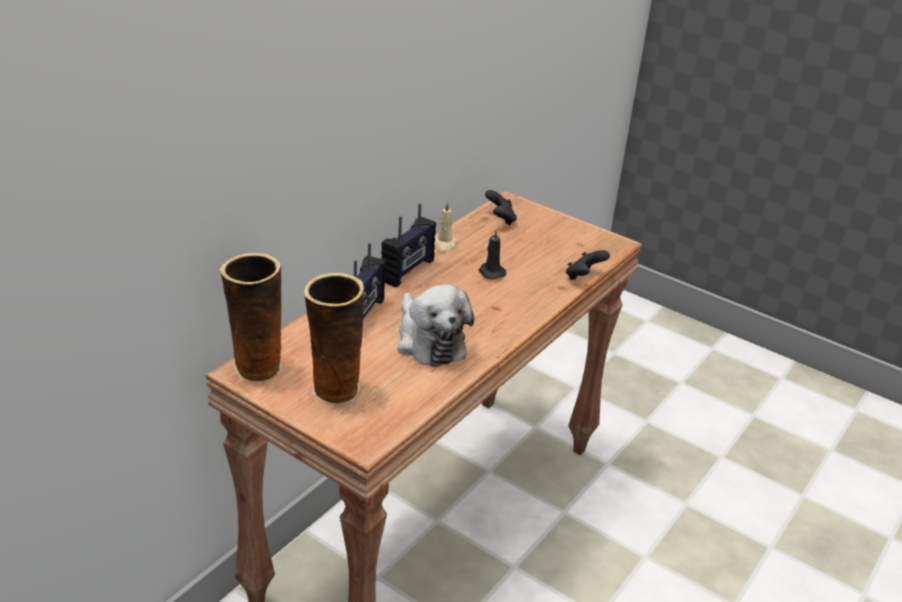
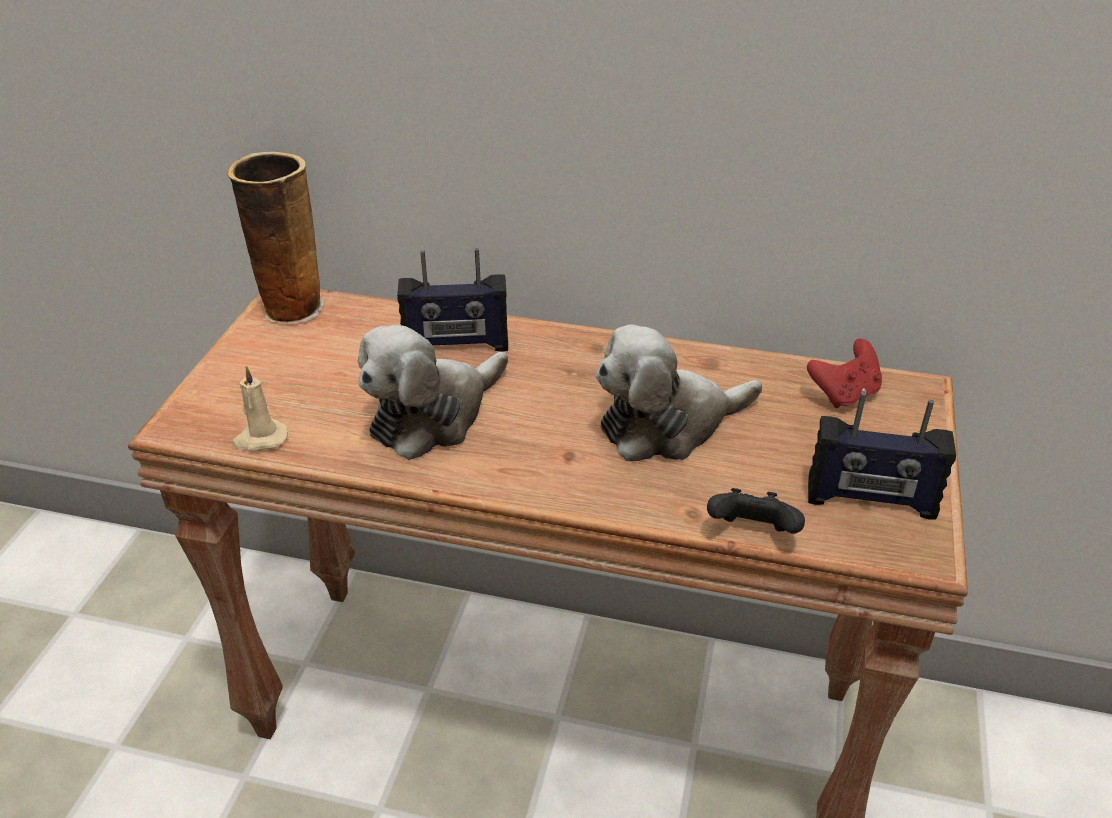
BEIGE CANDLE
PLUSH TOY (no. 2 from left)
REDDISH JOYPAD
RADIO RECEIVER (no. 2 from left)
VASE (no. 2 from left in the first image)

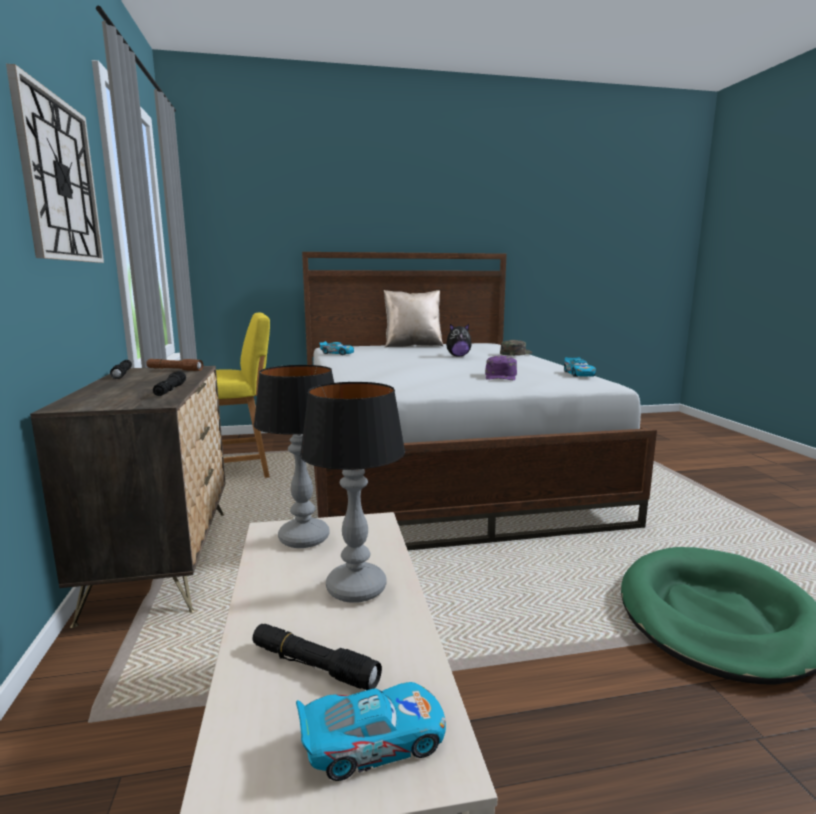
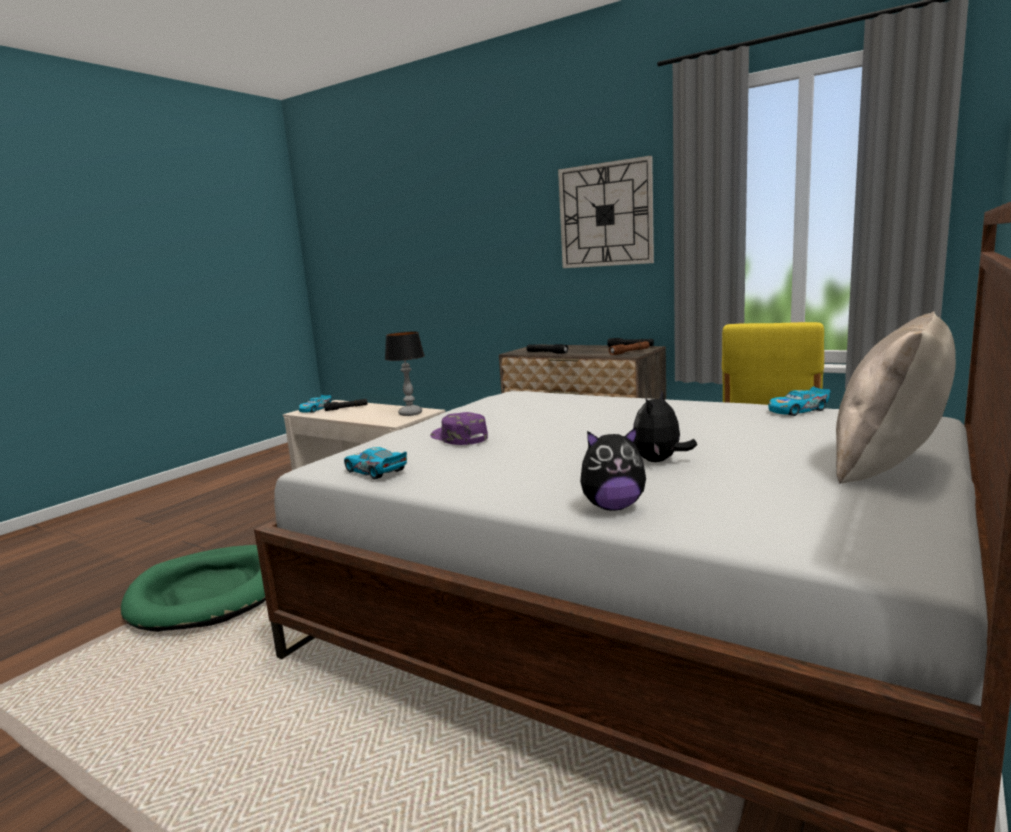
PLUSH TOY (no. 1 from left)
TABLETOP LAMP (no. 2 from left in the first image)

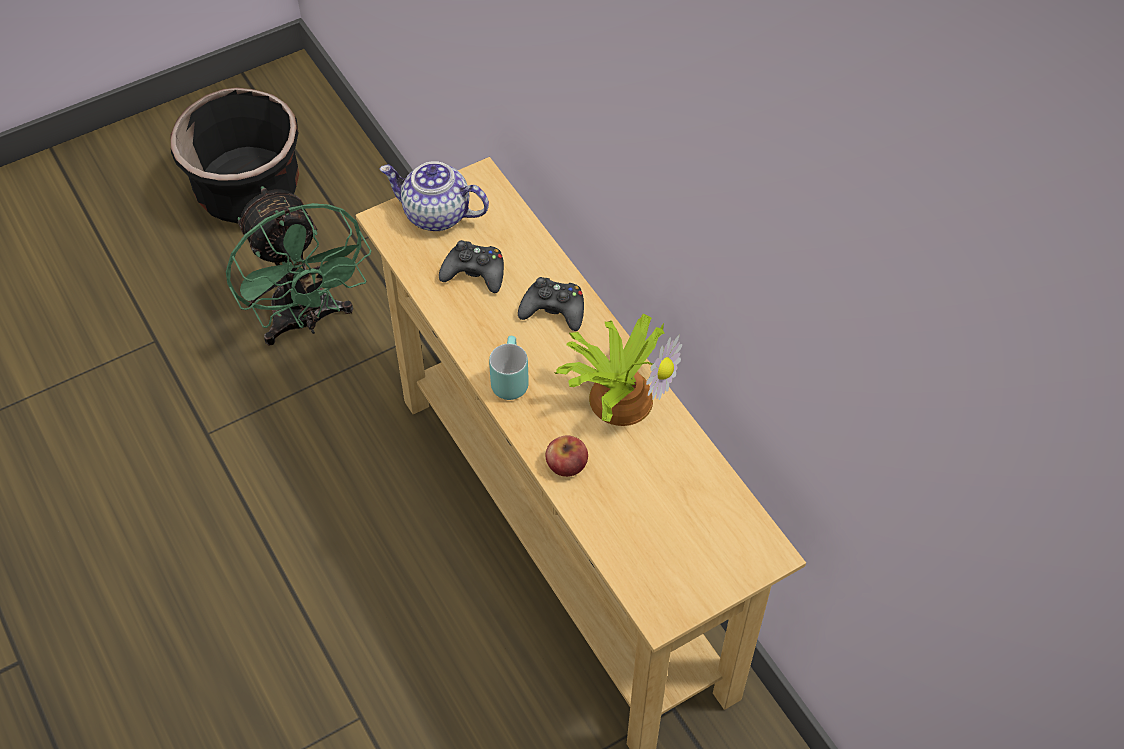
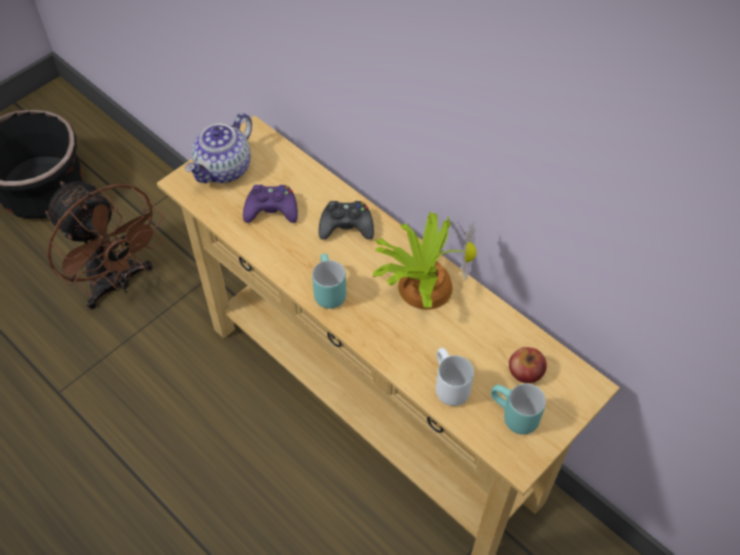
BROWN COOLING FAN
TEAPOT
PURPLE JOYPAD
WHITE MUG
TURQUOISE-COLOURED MUG (no. 2 from left)
APPLE

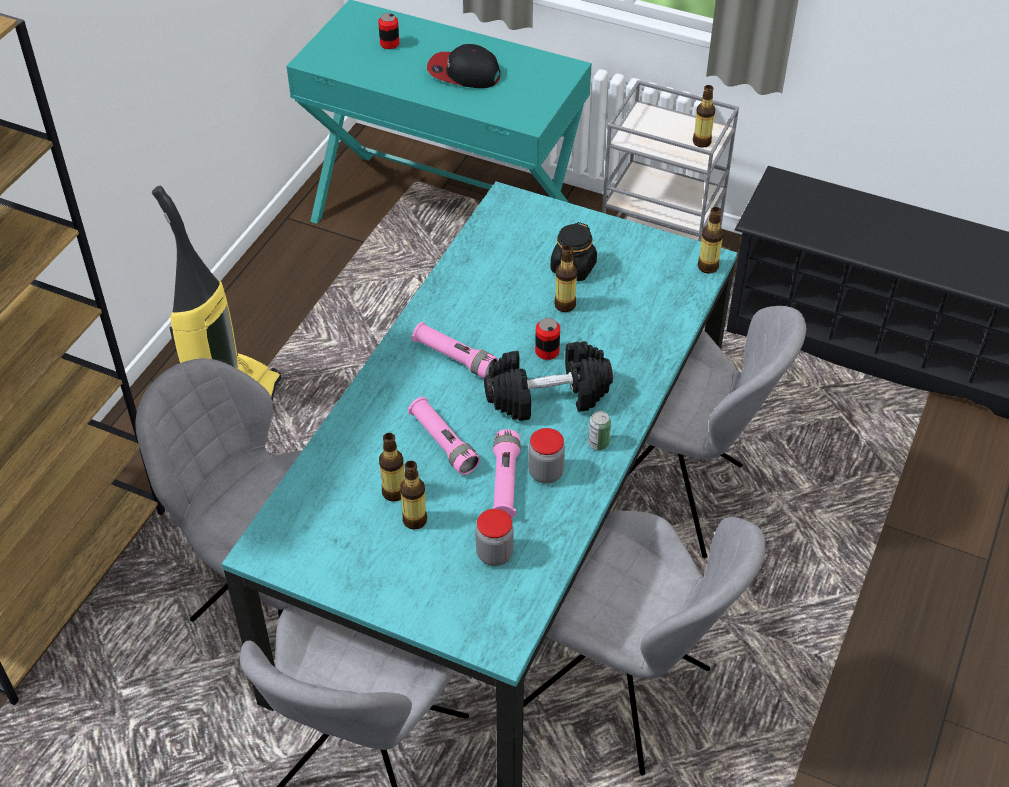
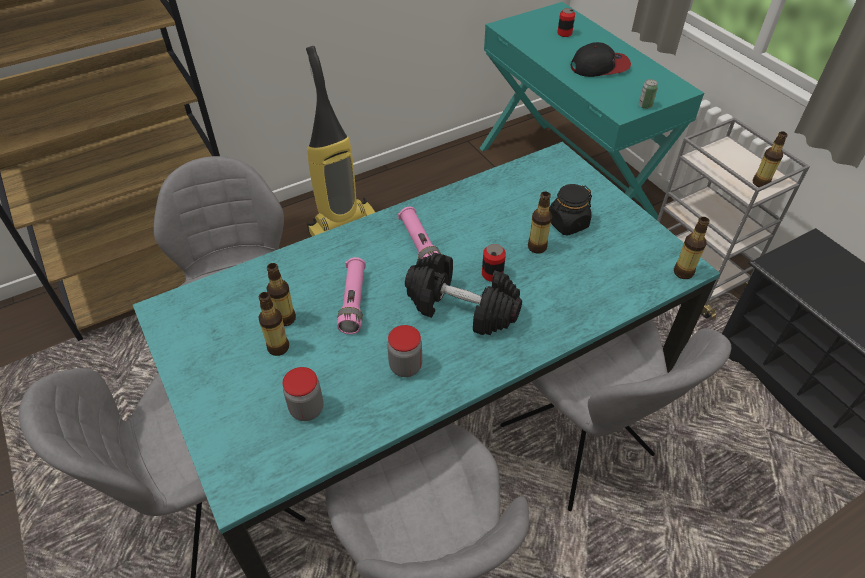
PEAKED CAP
CAN (no. 3 from left)
PINKISH HAND TORCH (no. 3 from left in the first image)

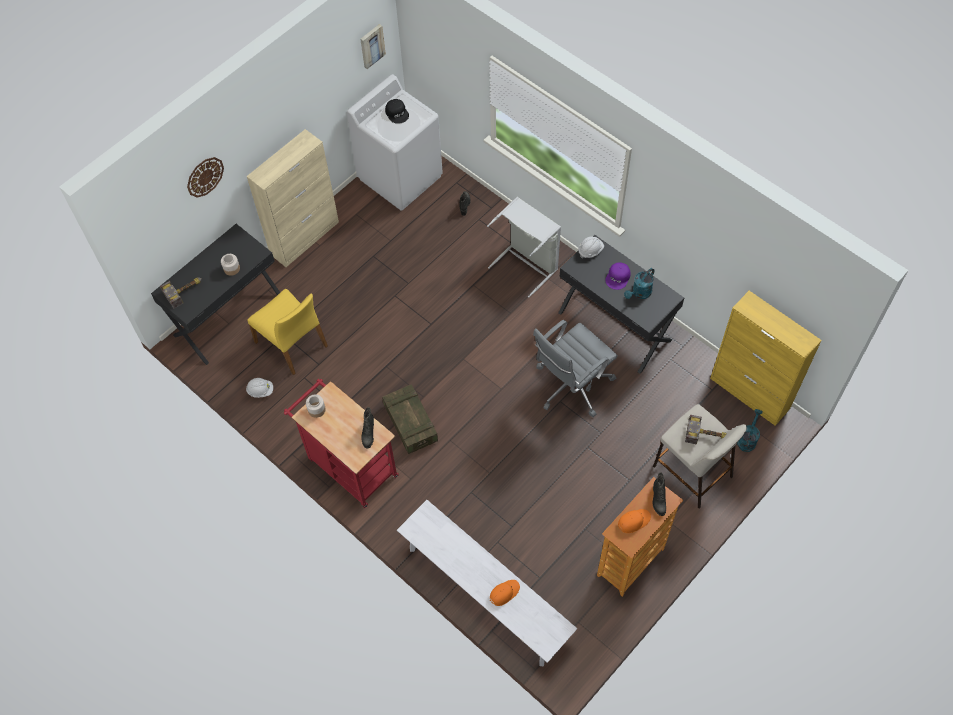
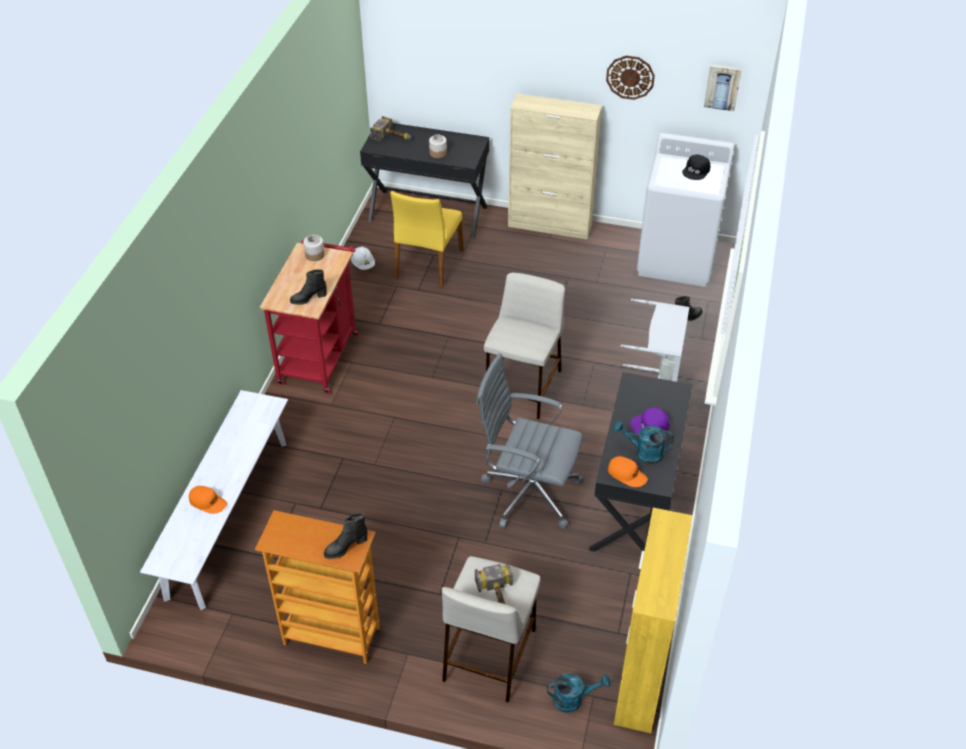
BEIGE SITTING STOOL (no. 2 from left)
HANGING CLOCK
ORANGEY PEAKED CAP (no. 2 from left)
PACKING CRATE
WHITE SAFETY HELMET (no. 2 from left in the first image)

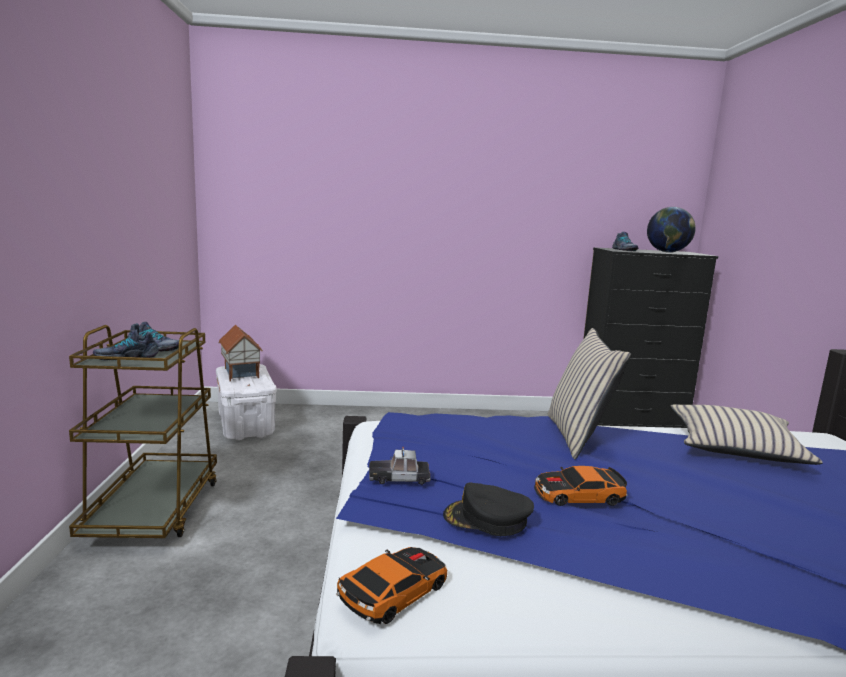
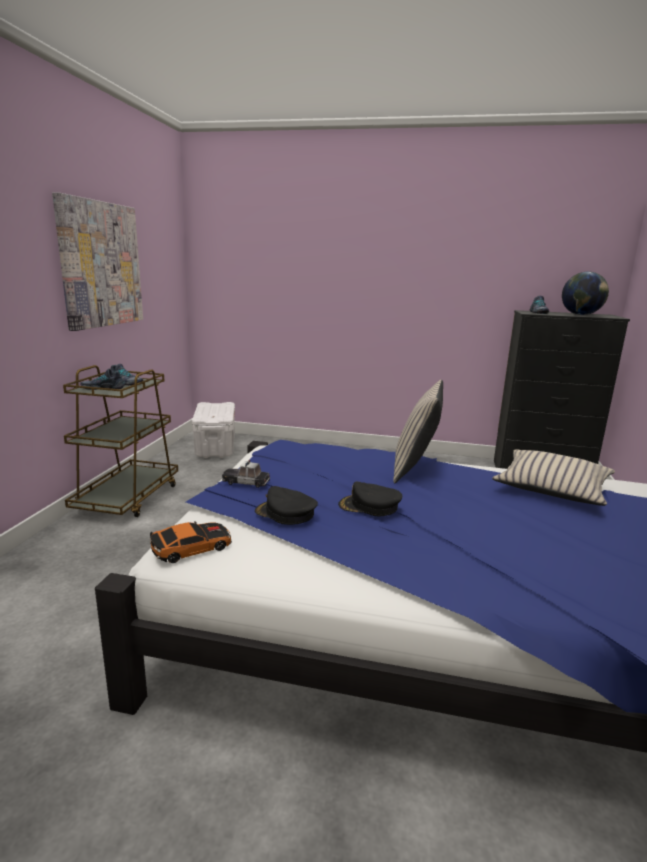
PICTURE
BLACK-COLOURED PEAKED CAP (no. 2 from left)
MODEL HOUSE

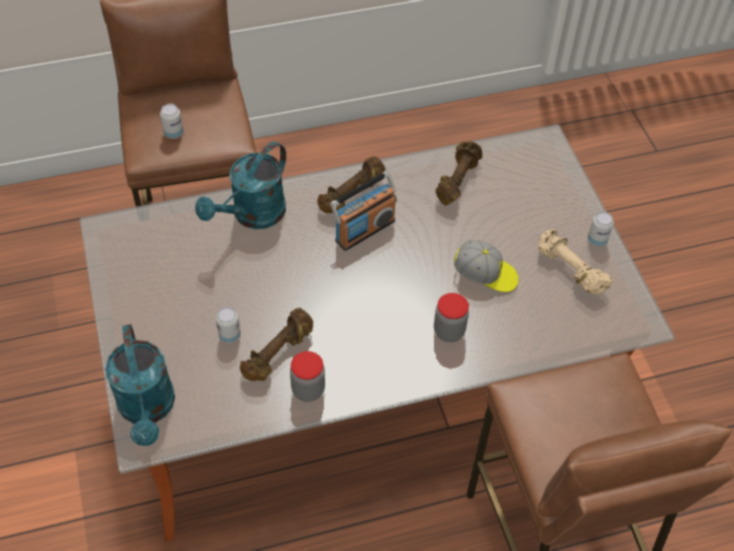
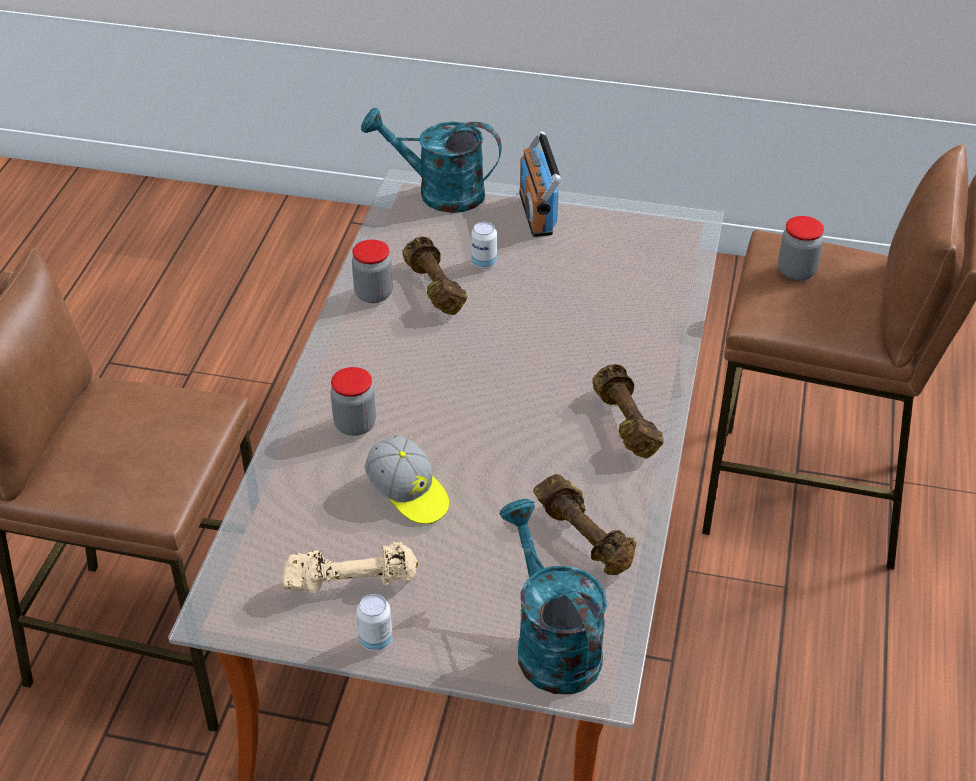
PEAKED CAP
TURQUOISE-COLOURED SPRINKLING CAN (no. 2 from left)
RADIO RECEIVER
PRESERVE JAR (no. 3 from left)

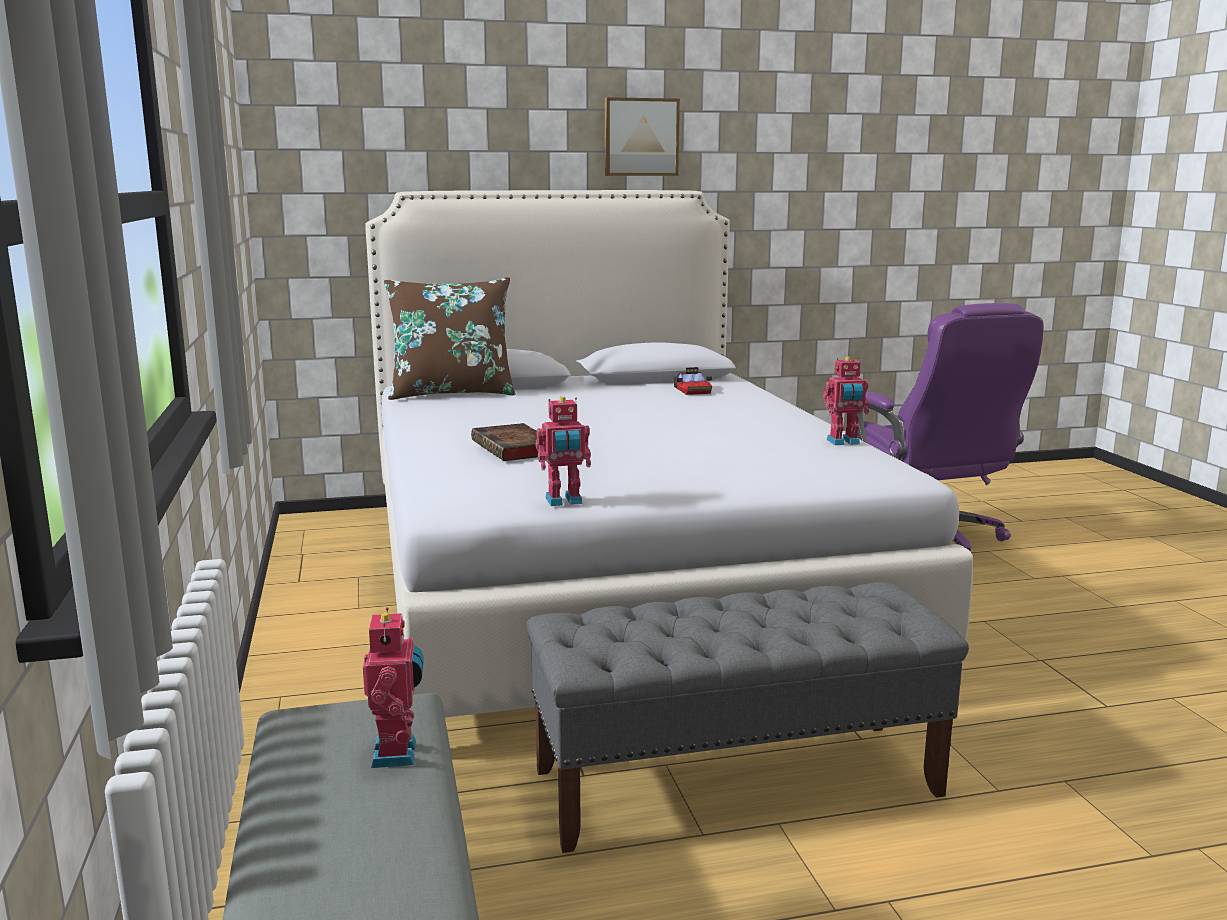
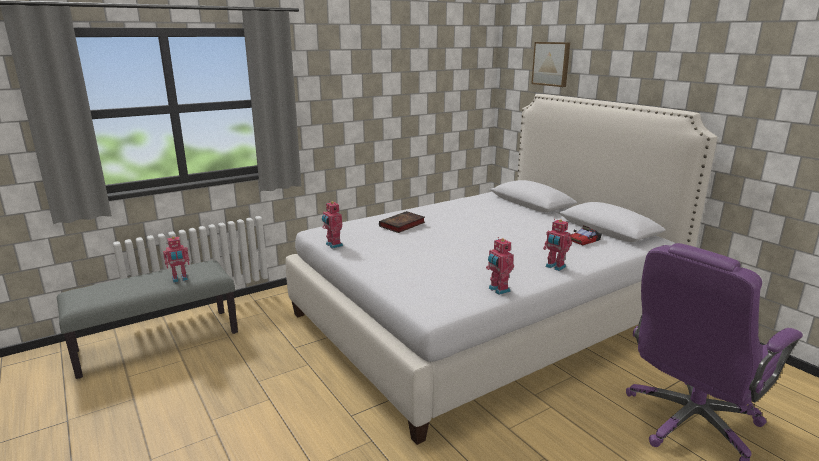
PICTURE
MODEL ROBOT (no. 4 from left)
BROWN CUSHION
GREY LONG SEAT (no. 2 from left in the first image)

